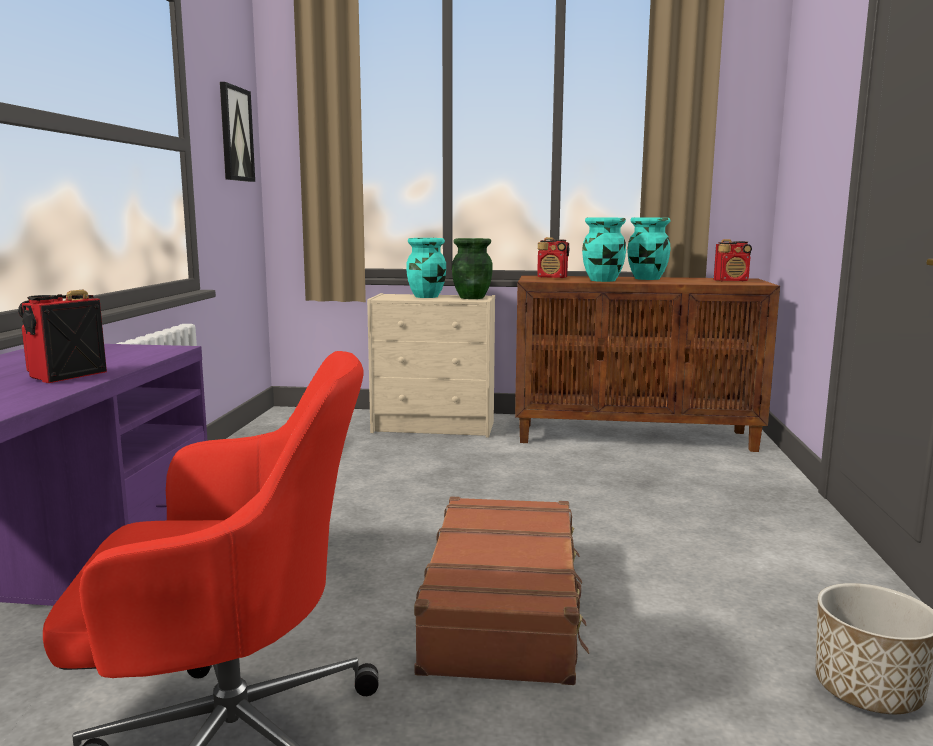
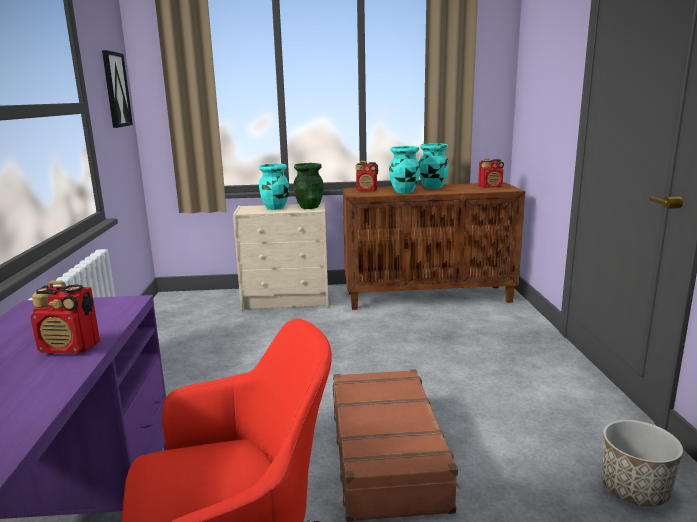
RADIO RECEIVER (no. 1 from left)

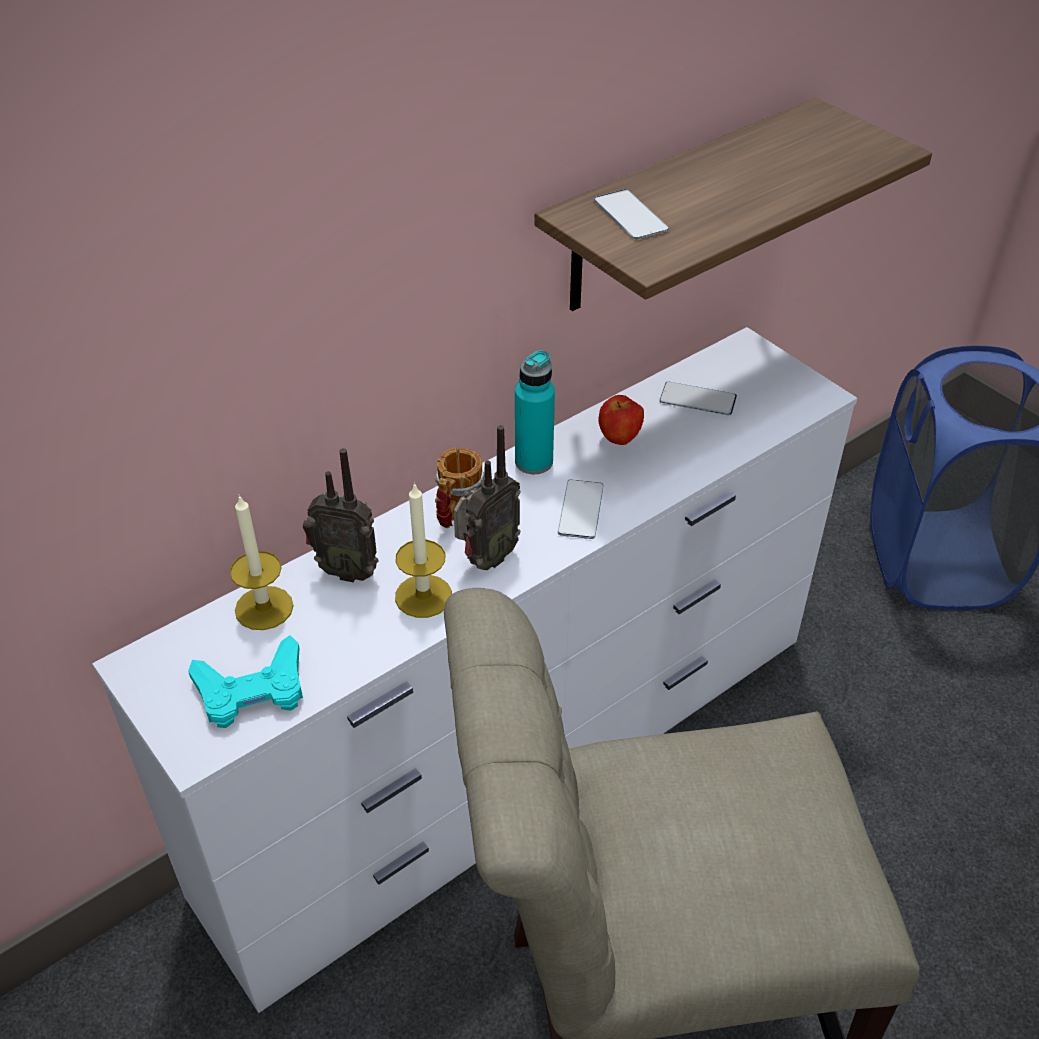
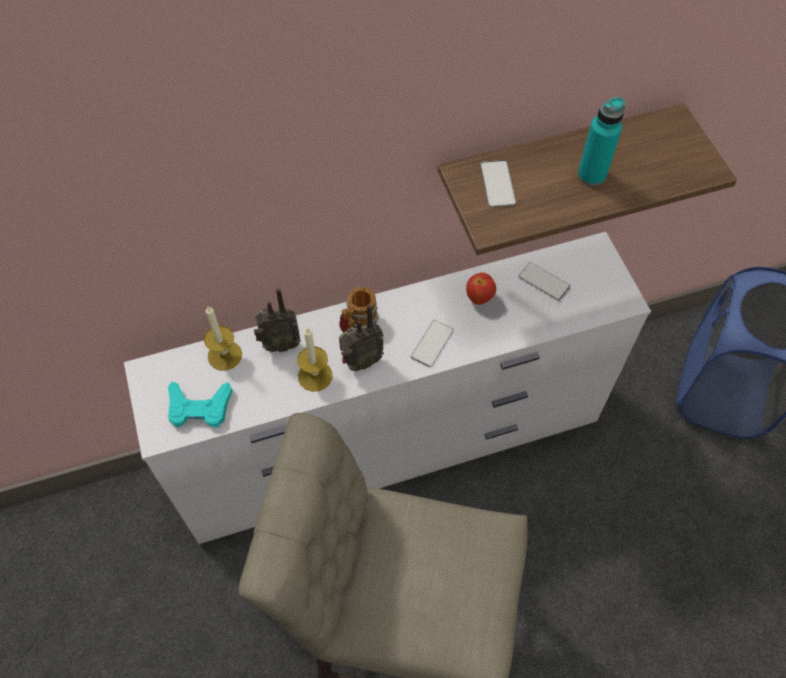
RADIO RECEIVER (no. 1 from left)
TURQUOISE-COLOURED DRINK BOTTLE

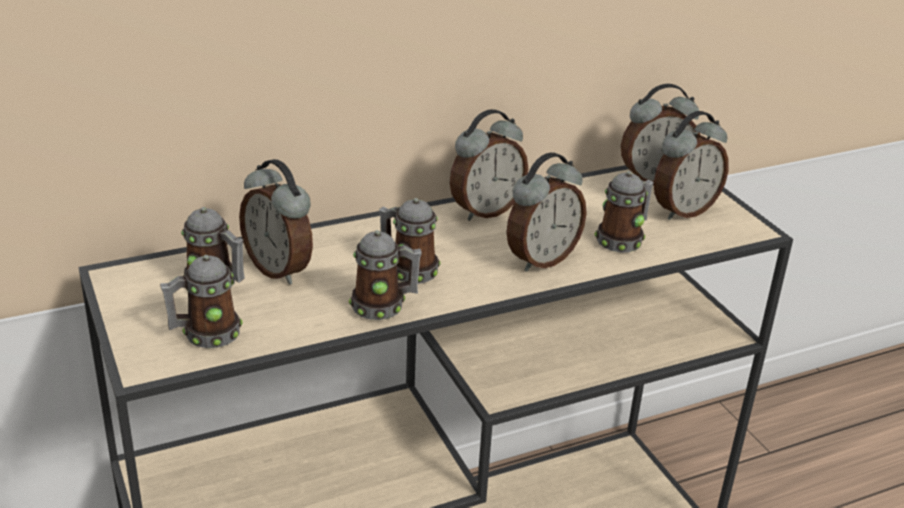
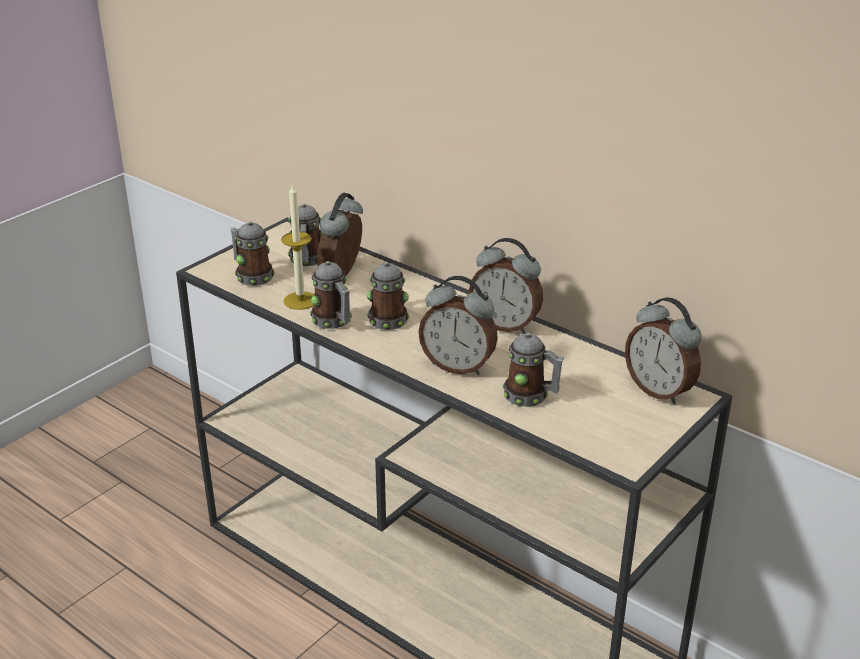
CANDLE
TABLE CLOCK (no. 5 from left in the first image)

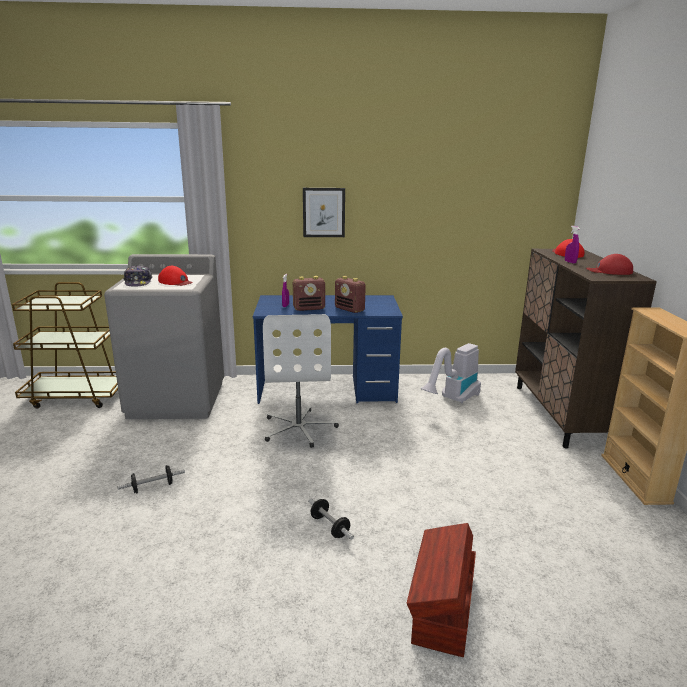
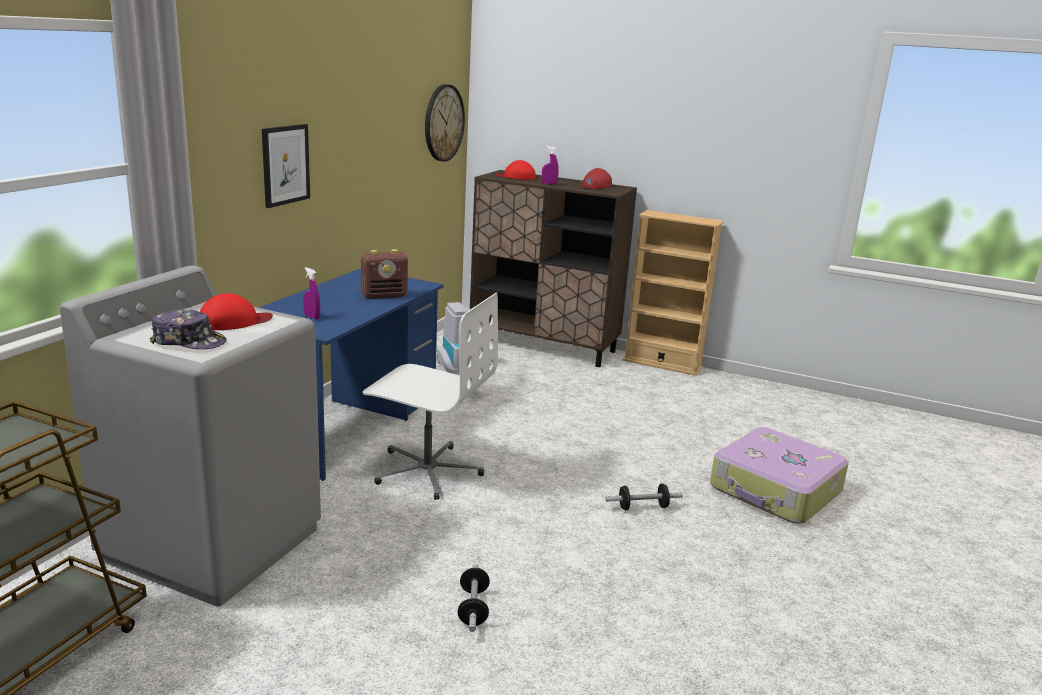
HANGING CLOCK
PIECE OF LUGGAGE
RADIO RECEIVER (no. 1 from left in the first image)

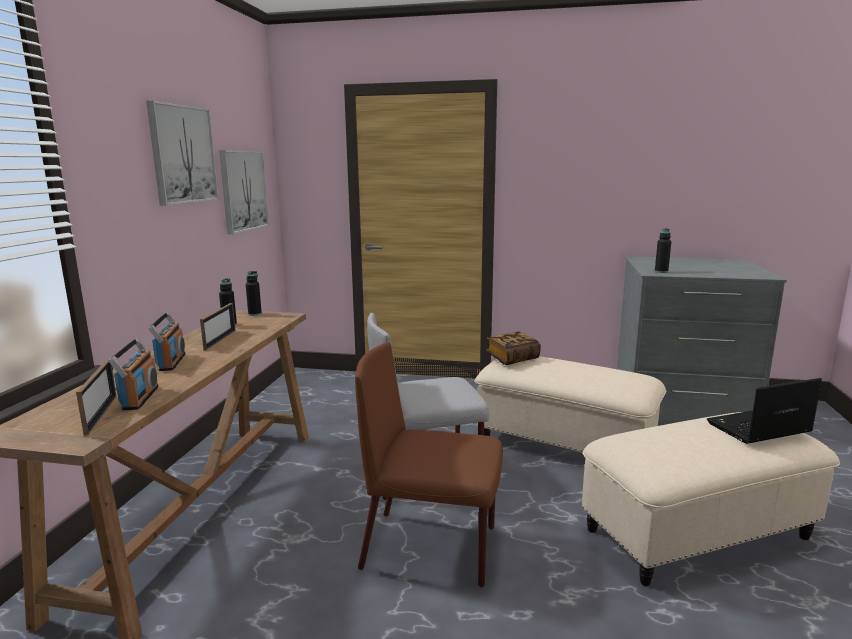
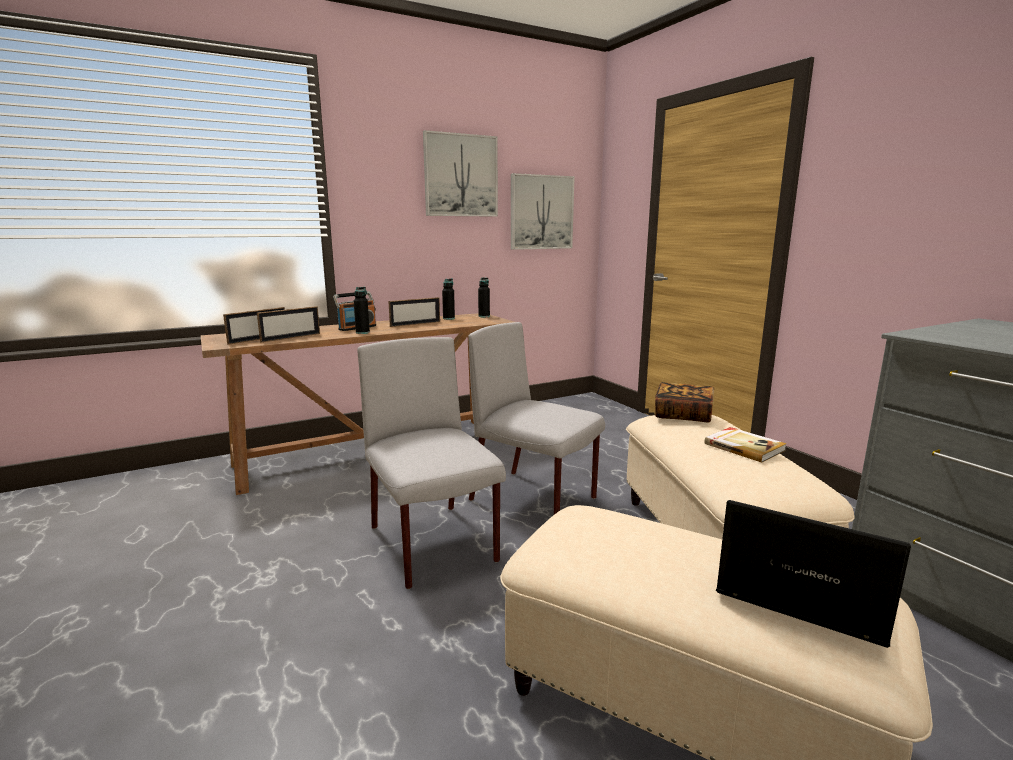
PHOTO FRAME (no. 2 from left)
BLACK-COLOURED DRINK BOTTLE (no. 1 from left)
GREY PLAIN CHAIR (no. 1 from left)
VOLUME (no. 2 from left)

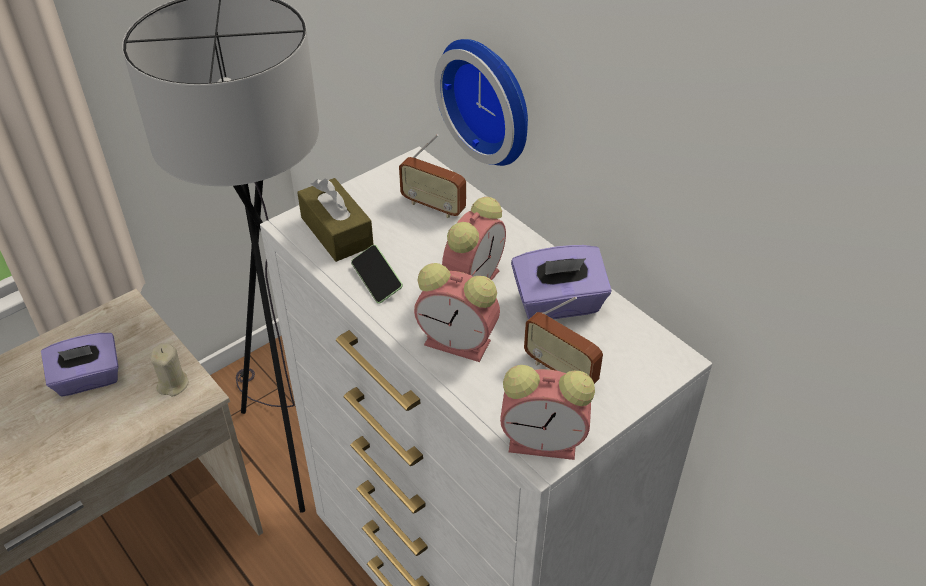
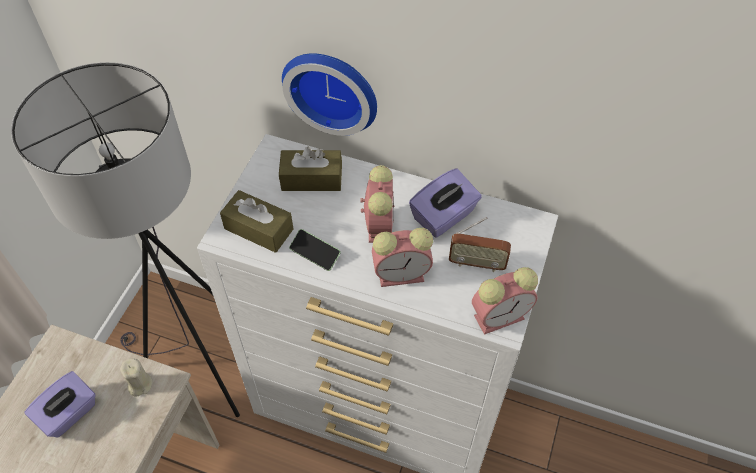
BROWN TISSUE HOLDER (no. 2 from left)

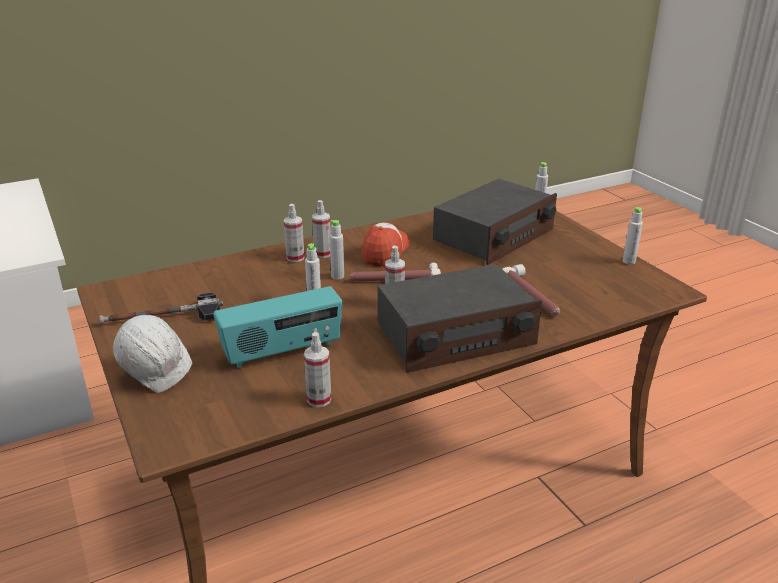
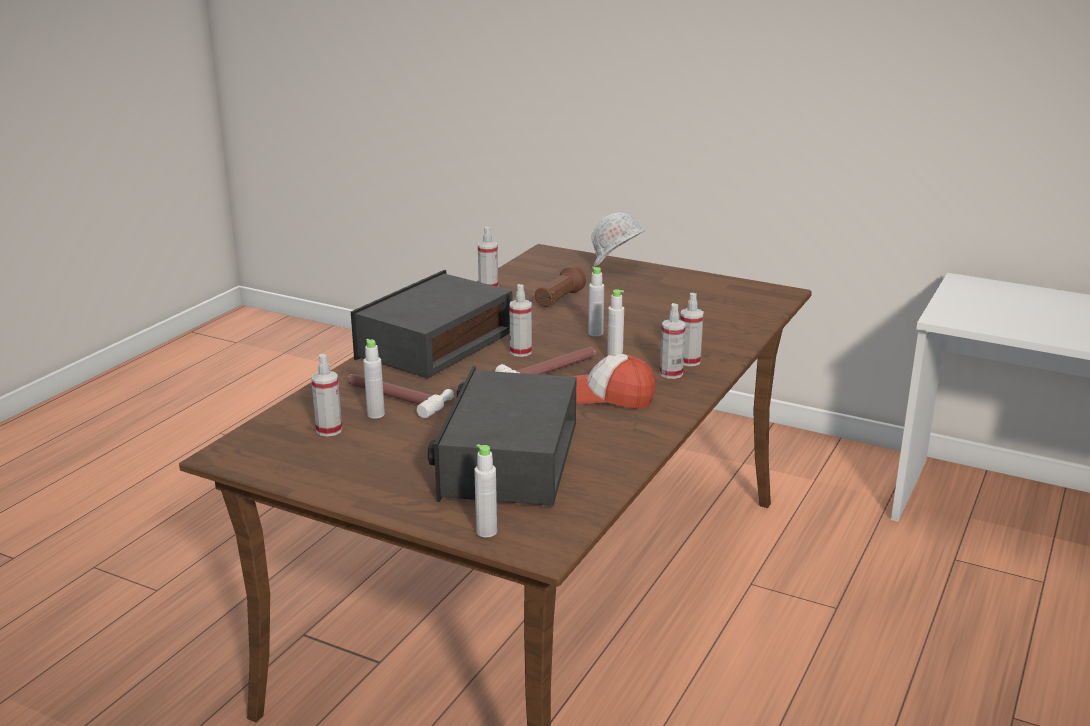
HAND SPRAYER (no. 1 from left)
GREY DRINK BOTTLE (no. 1 from left)
BROWN HAND TORCH
PEAKED CAP
HAND HAMMER (no. 1 from left in the first image)

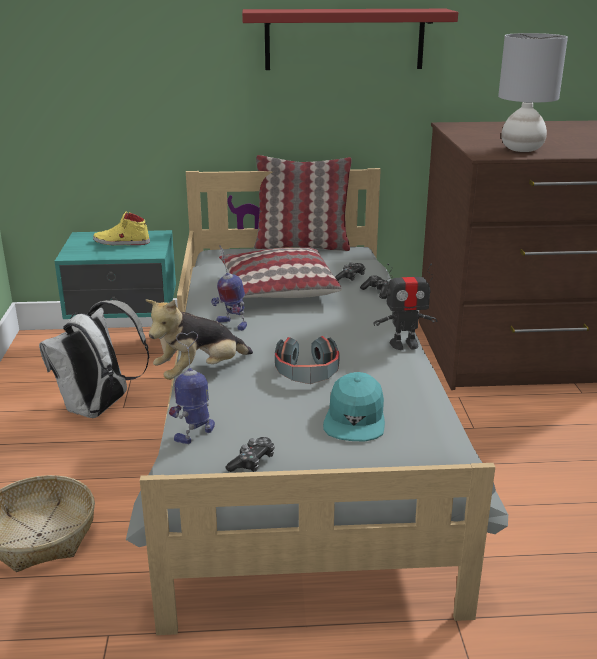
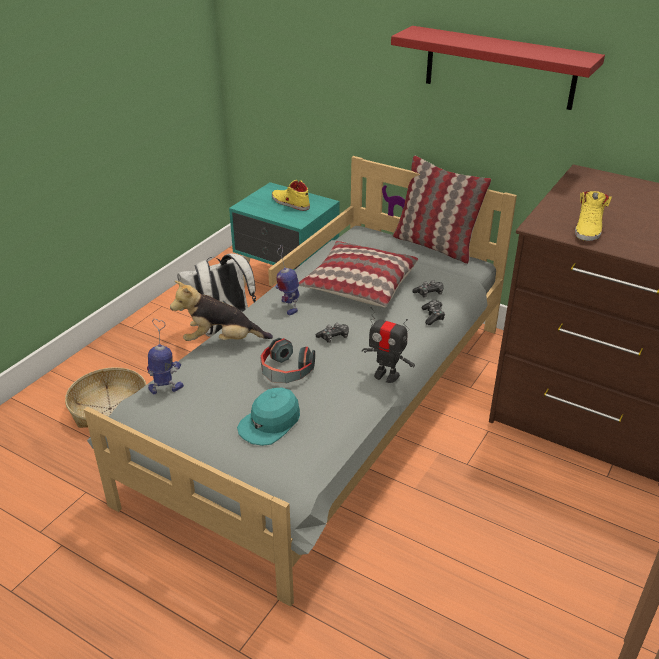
JOYPAD (no. 1 from left)
YELLOW ITEM OF FOOTWEAR (no. 2 from left)

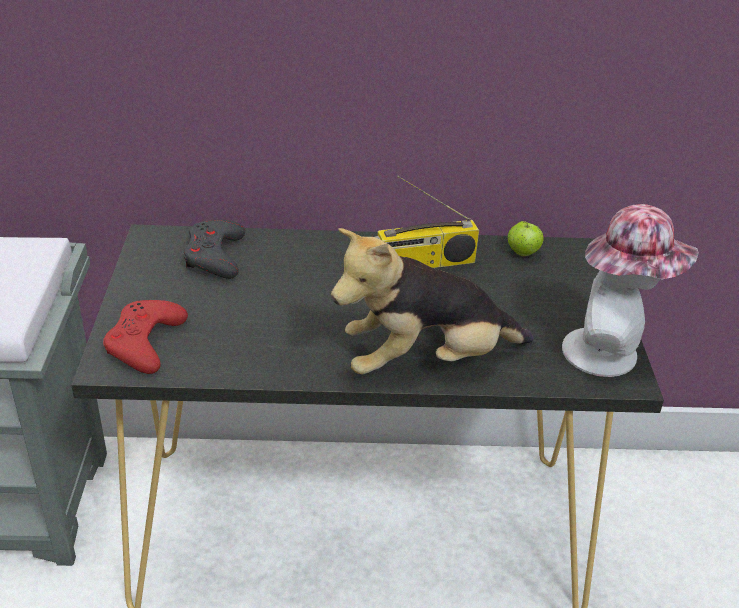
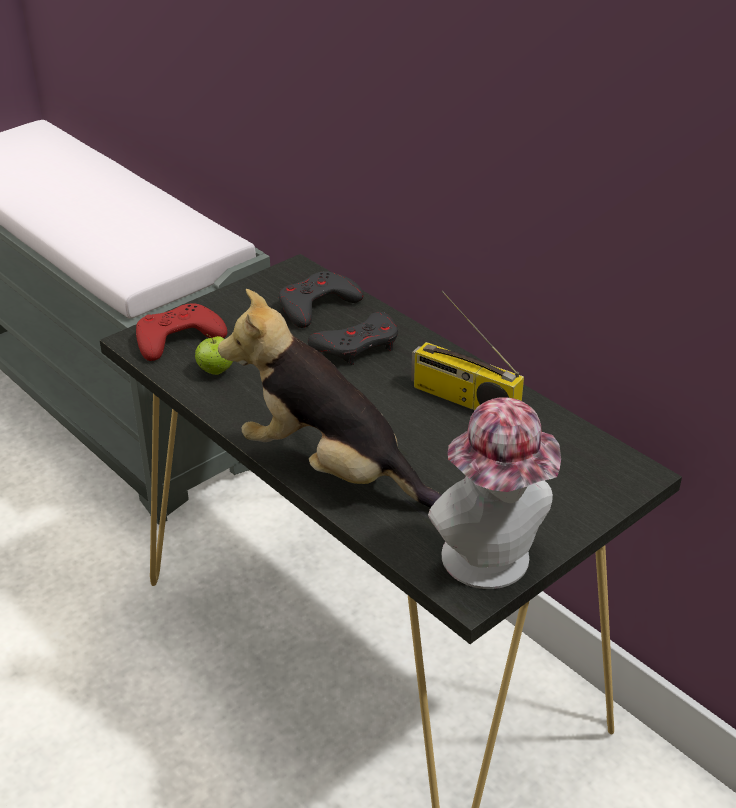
APPLE
GREY JOYPAD (no. 2 from left)

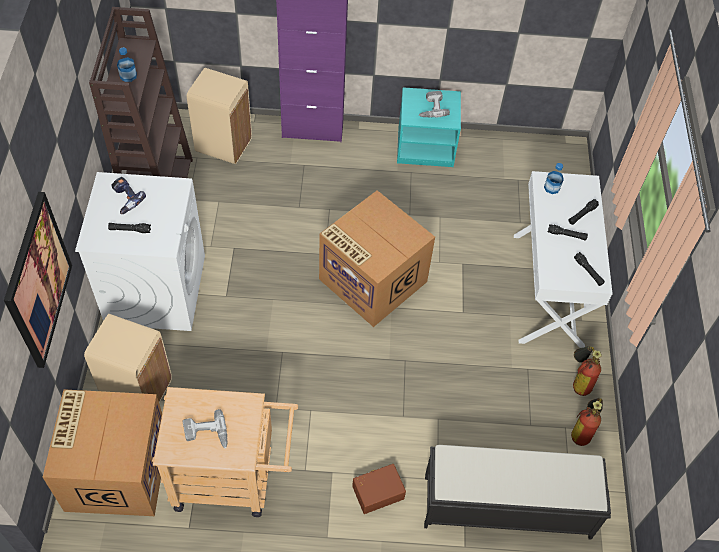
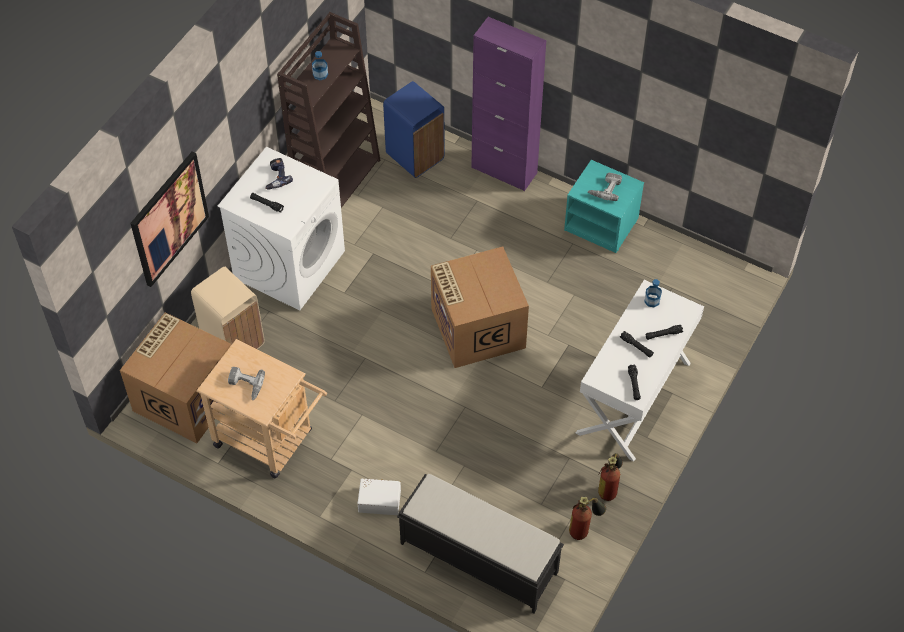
WHITE STORAGE BIN
BLUE-COLOURED RUBBISH BIN

